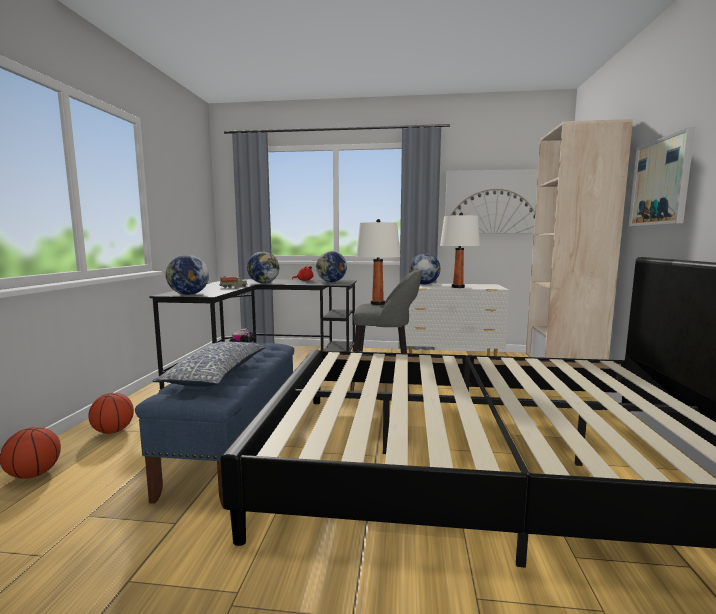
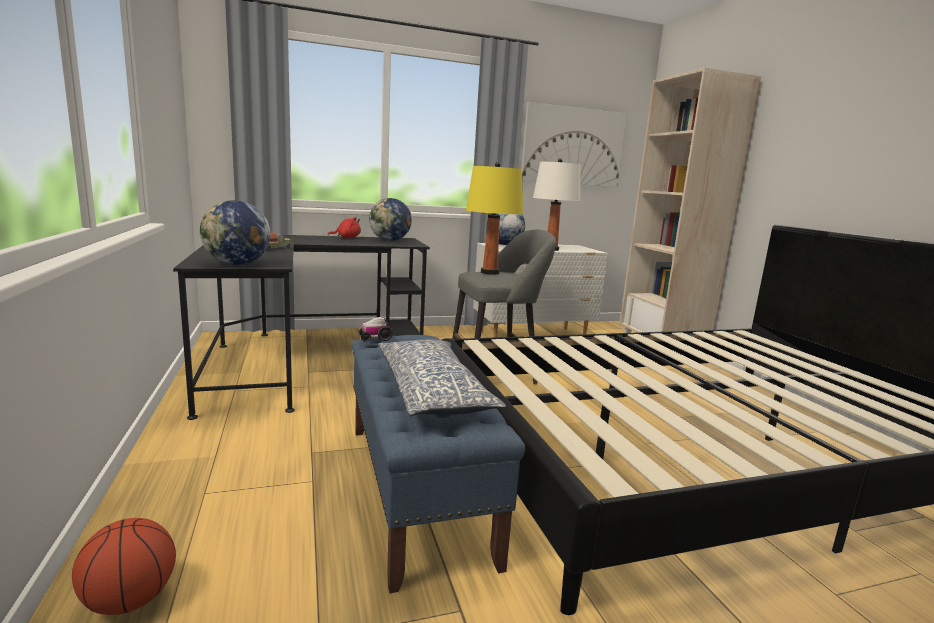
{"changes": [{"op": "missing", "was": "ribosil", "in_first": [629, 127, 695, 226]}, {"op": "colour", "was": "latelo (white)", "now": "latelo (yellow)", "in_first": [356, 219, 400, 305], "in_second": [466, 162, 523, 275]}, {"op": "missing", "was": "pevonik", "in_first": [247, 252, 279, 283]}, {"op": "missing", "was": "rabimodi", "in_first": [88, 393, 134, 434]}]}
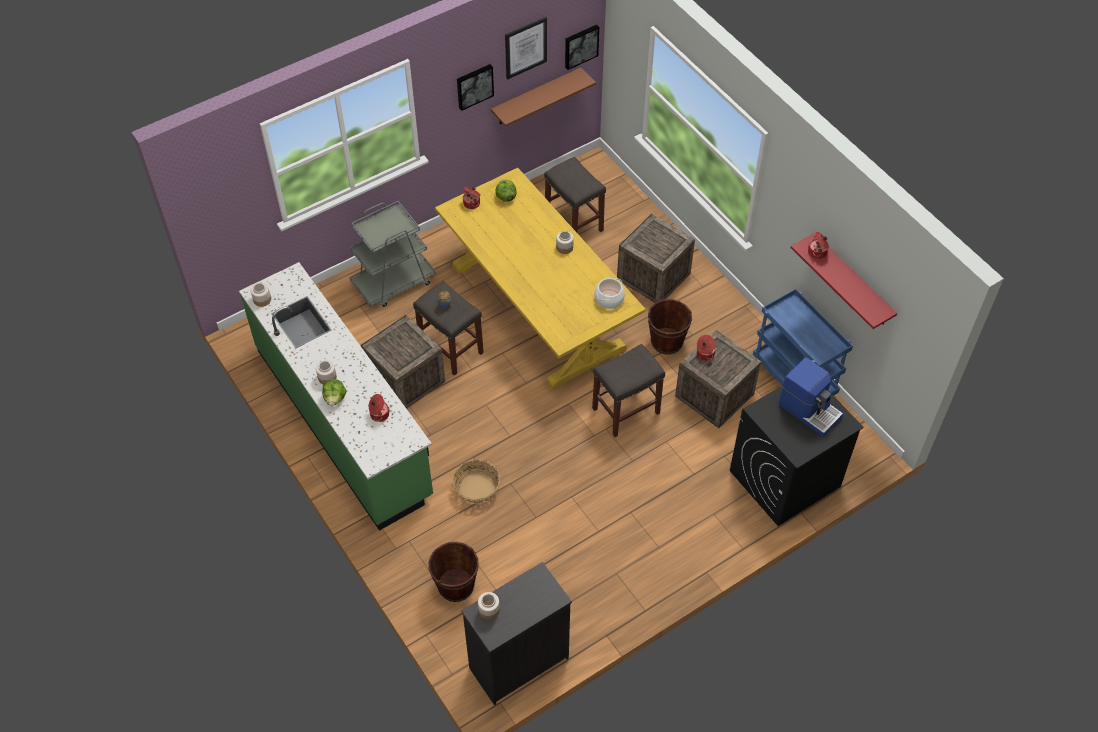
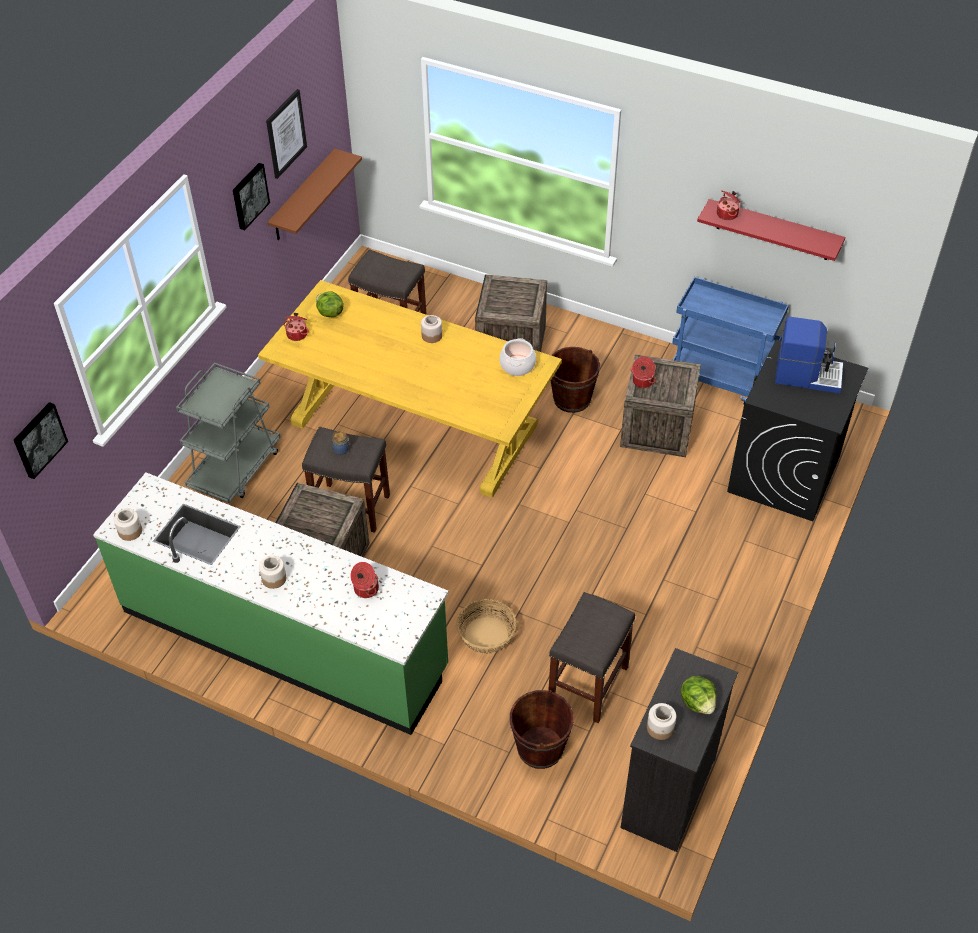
{"changes": [{"op": "relocated", "was": "ribosil", "in_first": [565, 25, 599, 70], "in_second": [14, 402, 68, 479]}, {"op": "relocated", "was": "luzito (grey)", "in_first": [592, 344, 665, 437], "in_second": [548, 592, 635, 723]}, {"op": "relocated", "was": "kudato", "in_first": [322, 379, 346, 406], "in_second": [681, 676, 717, 714]}]}
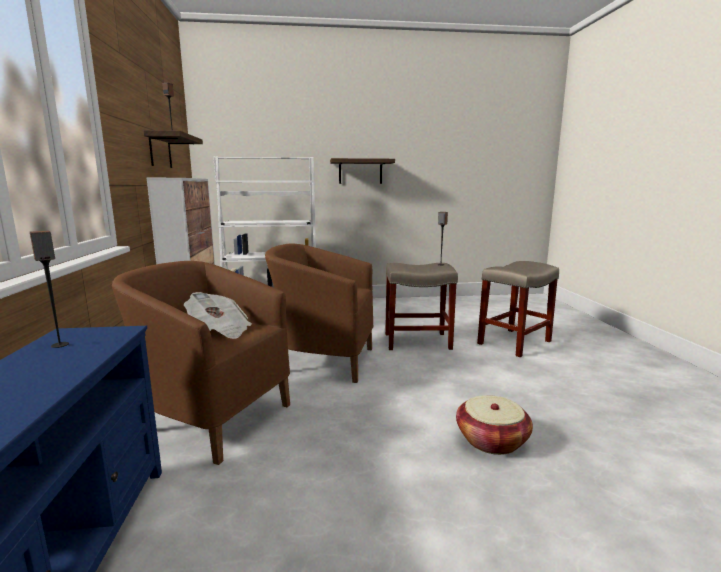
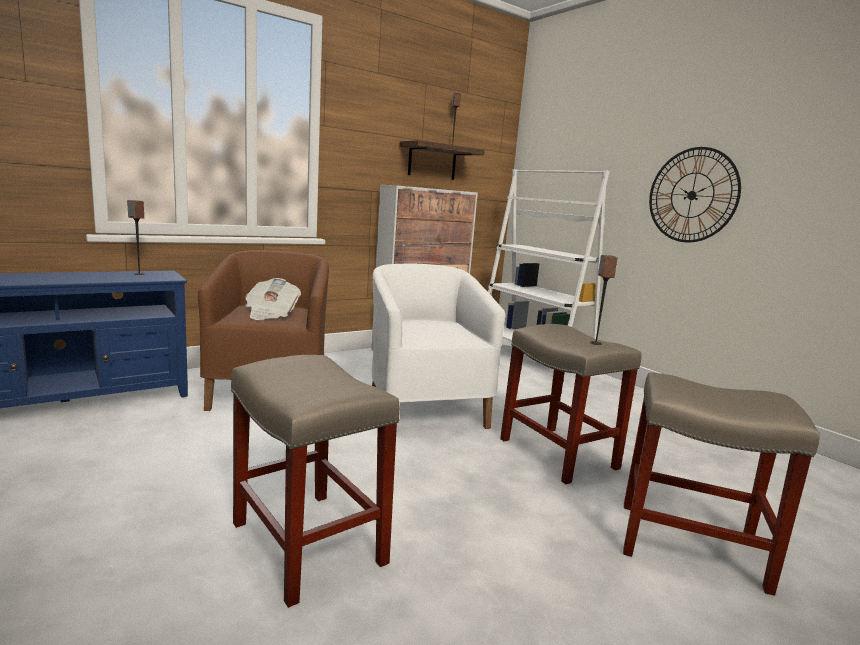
{"changes": [{"op": "exchanged", "was": "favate", "now": "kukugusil", "in_first": [330, 158, 395, 184], "in_second": [649, 147, 741, 242]}, {"op": "colour", "was": "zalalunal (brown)", "now": "zalalunal (white)", "in_first": [265, 243, 374, 383], "in_second": [371, 264, 505, 429]}, {"op": "exchanged", "was": "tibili", "now": "luzito (beige)", "in_first": [456, 395, 533, 455], "in_second": [231, 355, 400, 608]}]}
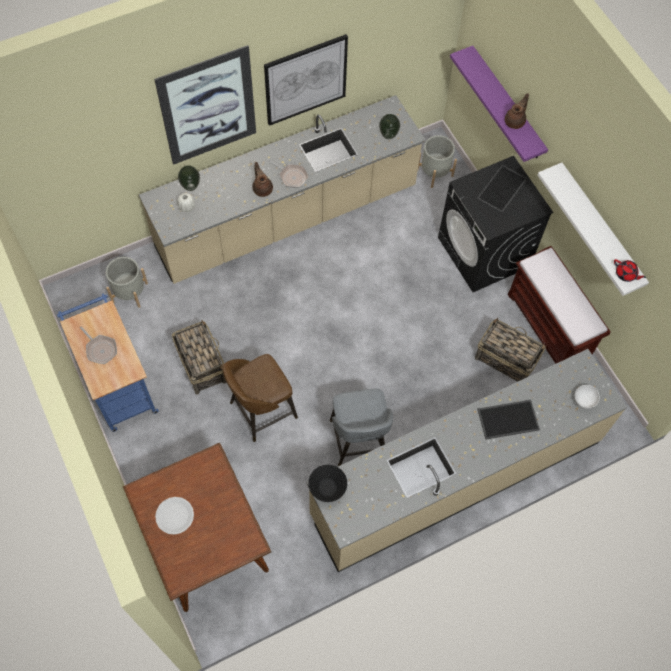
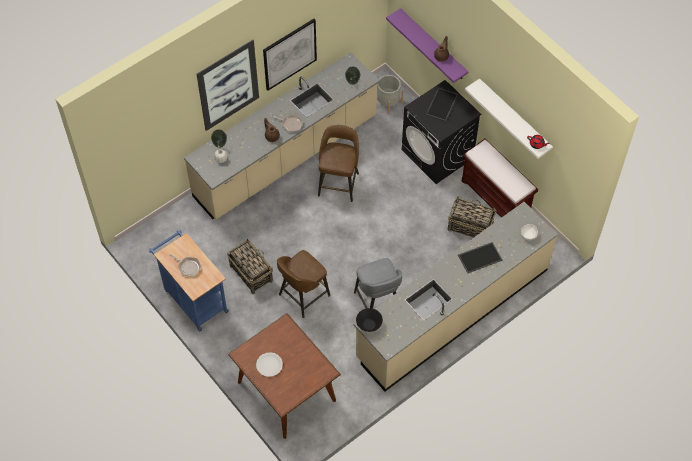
{"changes": [{"op": "missing", "was": "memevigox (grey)", "in_first": [106, 257, 148, 308]}, {"op": "appeared", "now": "luzito (brown)", "in_second": [318, 125, 359, 202]}]}
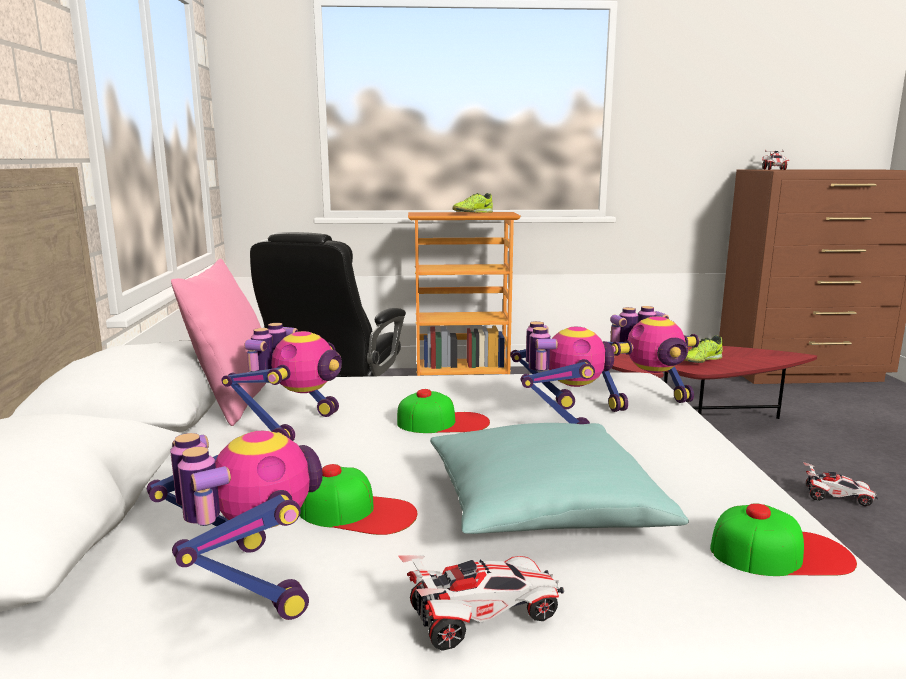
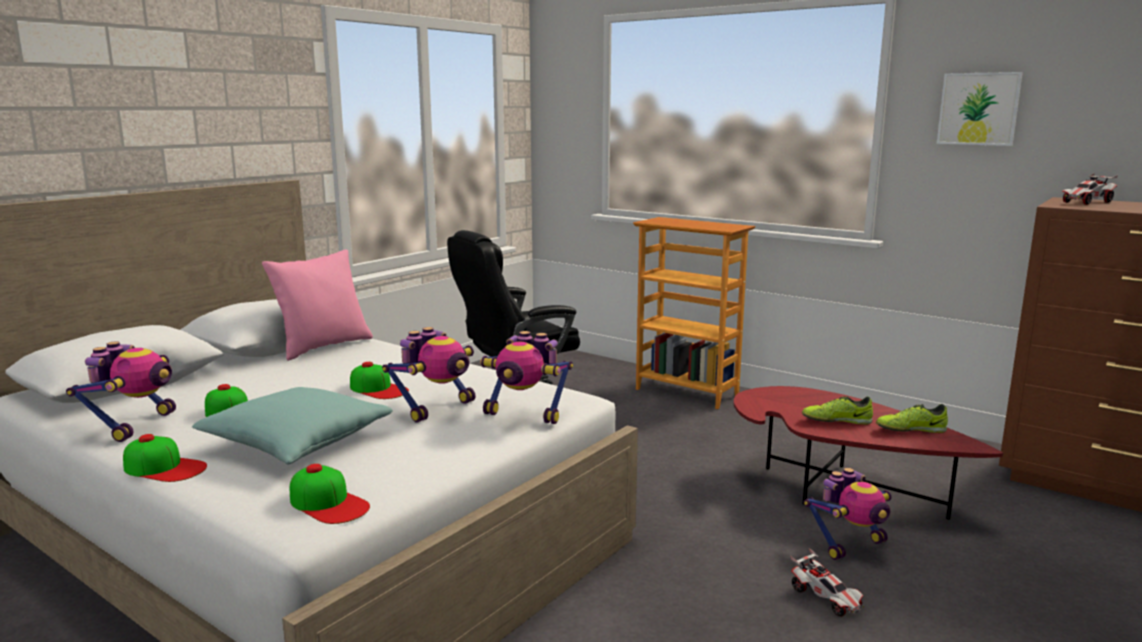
{"changes": [{"op": "relocated", "was": "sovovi", "in_first": [452, 193, 493, 213], "in_second": [876, 404, 948, 433]}, {"op": "relocated", "was": "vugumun", "in_first": [222, 323, 342, 441], "in_second": [804, 468, 891, 560]}, {"op": "exchanged", "was": "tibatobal", "now": "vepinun", "in_first": [398, 555, 564, 651], "in_second": [123, 434, 207, 482]}, {"op": "appeared", "now": "ribosil", "in_second": [937, 72, 1023, 146]}]}
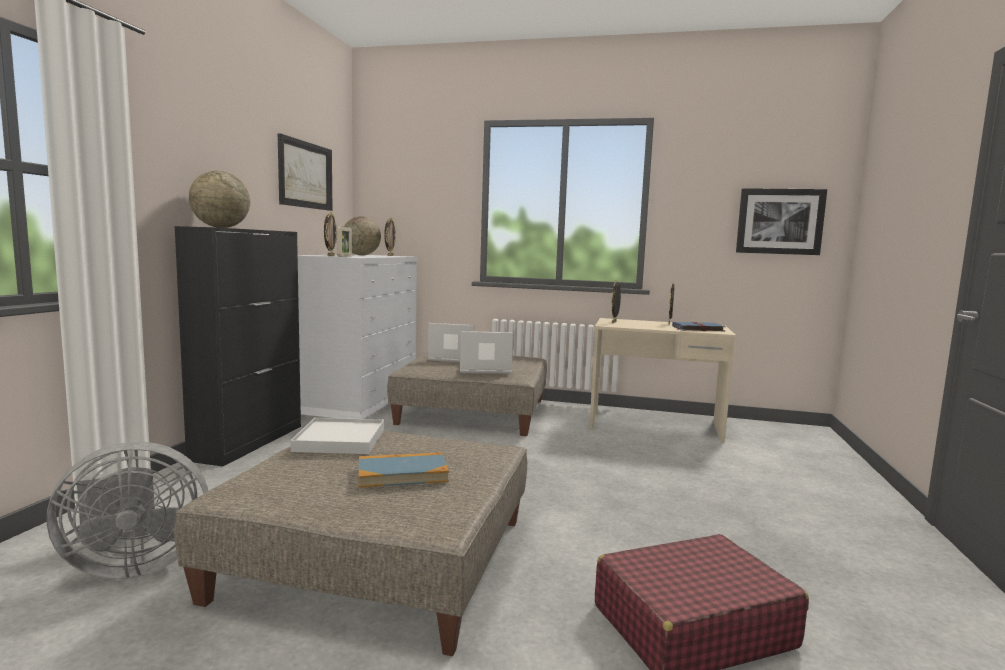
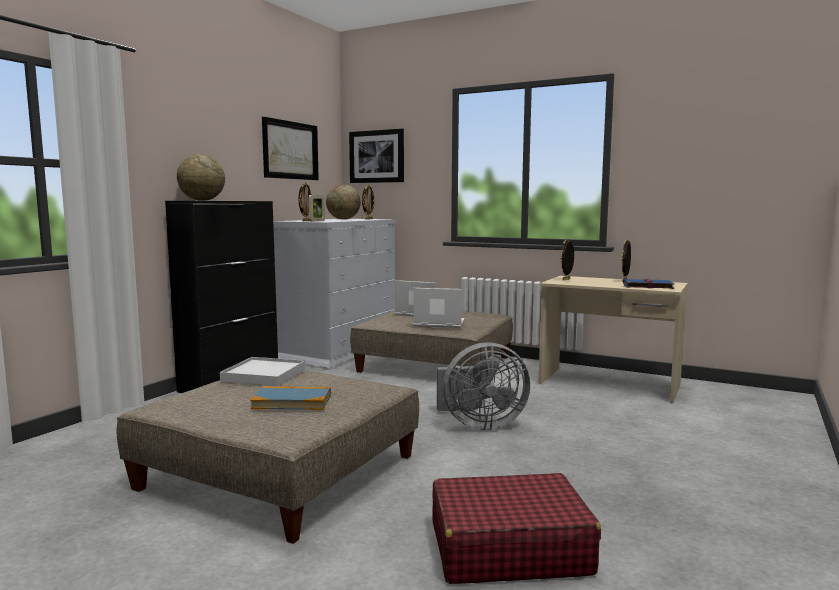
{"changes": [{"op": "relocated", "was": "ribosil", "in_first": [736, 188, 827, 255], "in_second": [349, 129, 404, 183]}, {"op": "relocated", "was": "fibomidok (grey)", "in_first": [47, 442, 208, 579], "in_second": [437, 342, 530, 430]}]}
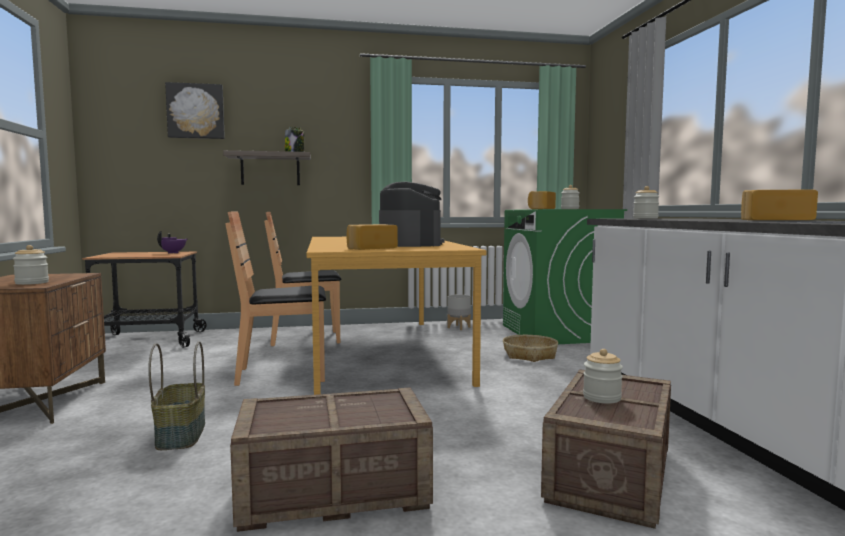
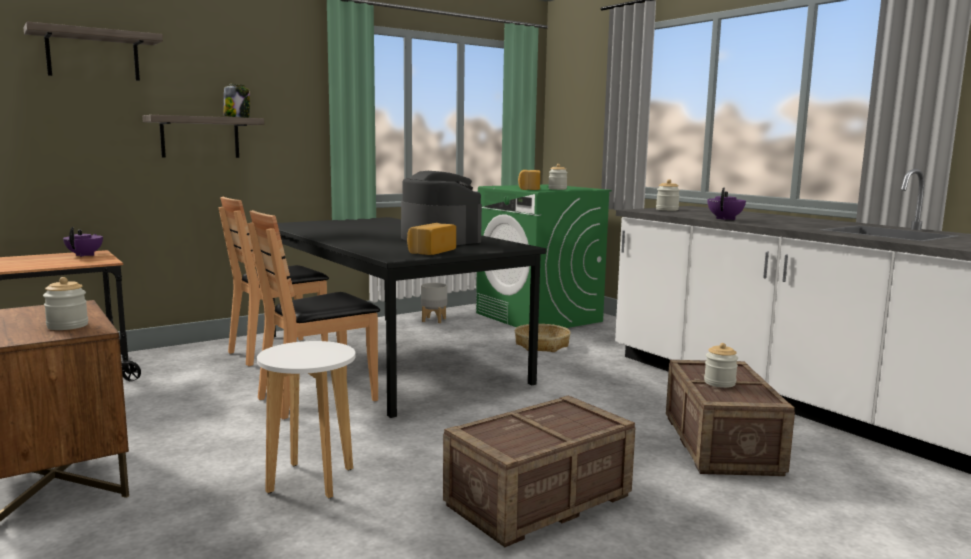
{"changes": [{"op": "exchanged", "was": "ribosil", "now": "favate", "in_first": [165, 82, 225, 139], "in_second": [23, 21, 163, 81]}, {"op": "missing", "was": "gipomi", "in_first": [741, 189, 818, 220]}, {"op": "colour", "was": "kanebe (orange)", "now": "kanebe (black)", "in_first": [307, 237, 486, 395], "in_second": [273, 217, 546, 418]}, {"op": "exchanged", "was": "tibili", "now": "luzito (white)", "in_first": [148, 341, 205, 450], "in_second": [257, 341, 356, 499]}, {"op": "appeared", "now": "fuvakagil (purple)", "in_second": [707, 188, 746, 220]}]}
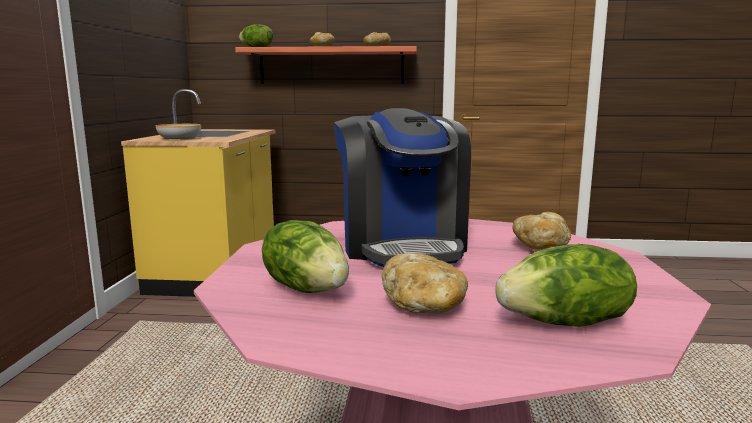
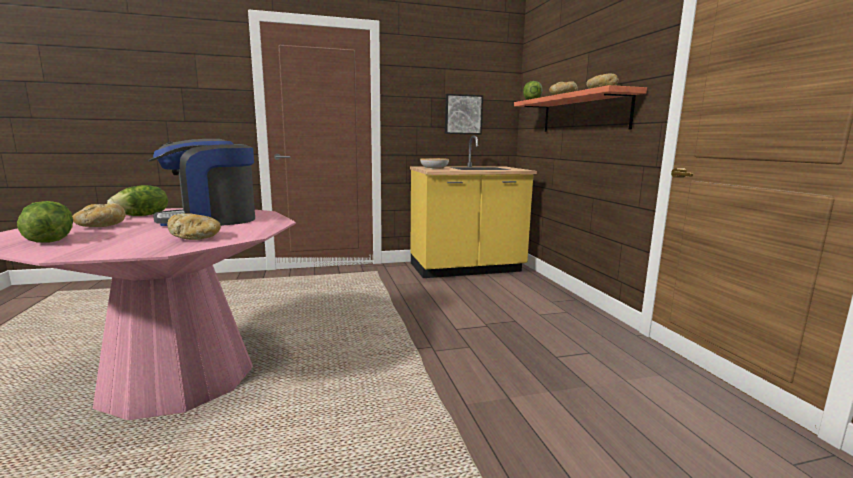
{"changes": [{"op": "appeared", "now": "ribosil", "in_second": [445, 94, 483, 134]}]}
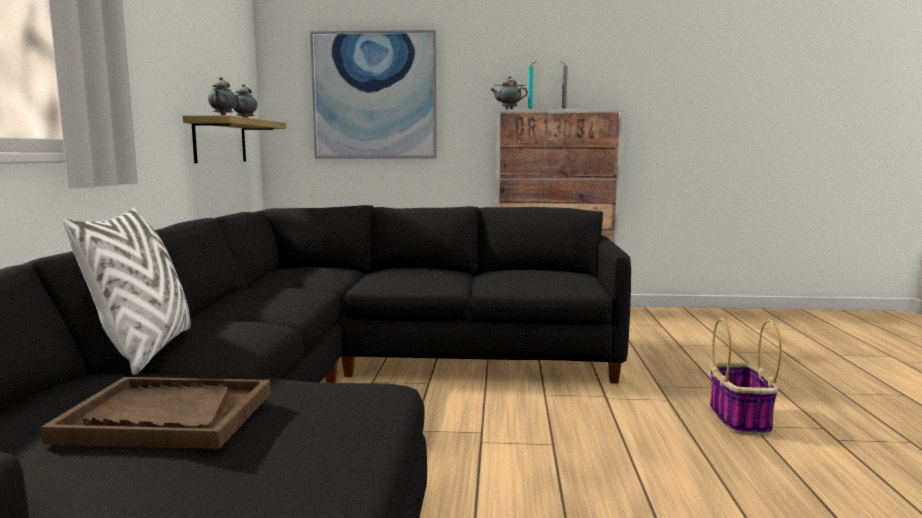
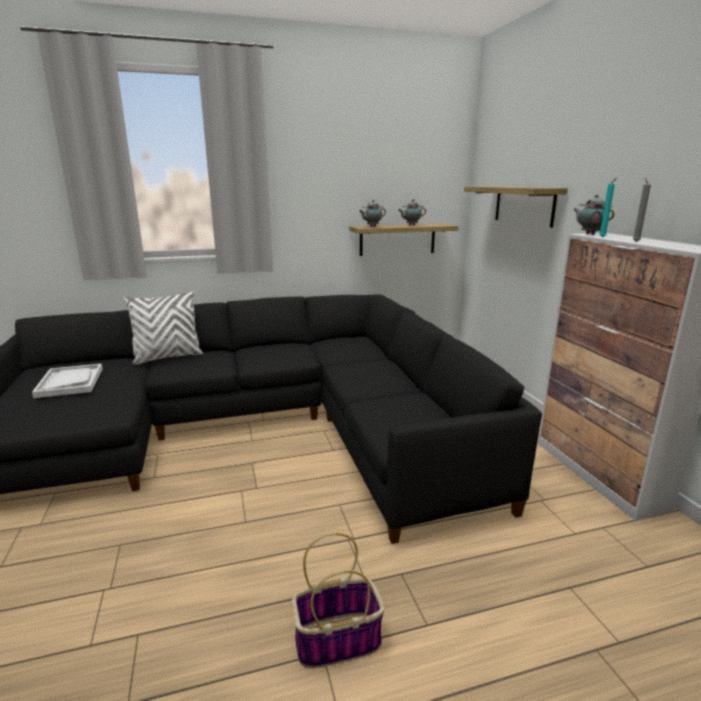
{"changes": [{"op": "exchanged", "was": "ribosil", "now": "favate", "in_first": [310, 30, 437, 159], "in_second": [464, 186, 568, 228]}, {"op": "colour", "was": "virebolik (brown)", "now": "virebolik (white)", "in_first": [40, 377, 271, 449], "in_second": [32, 364, 103, 398]}]}
